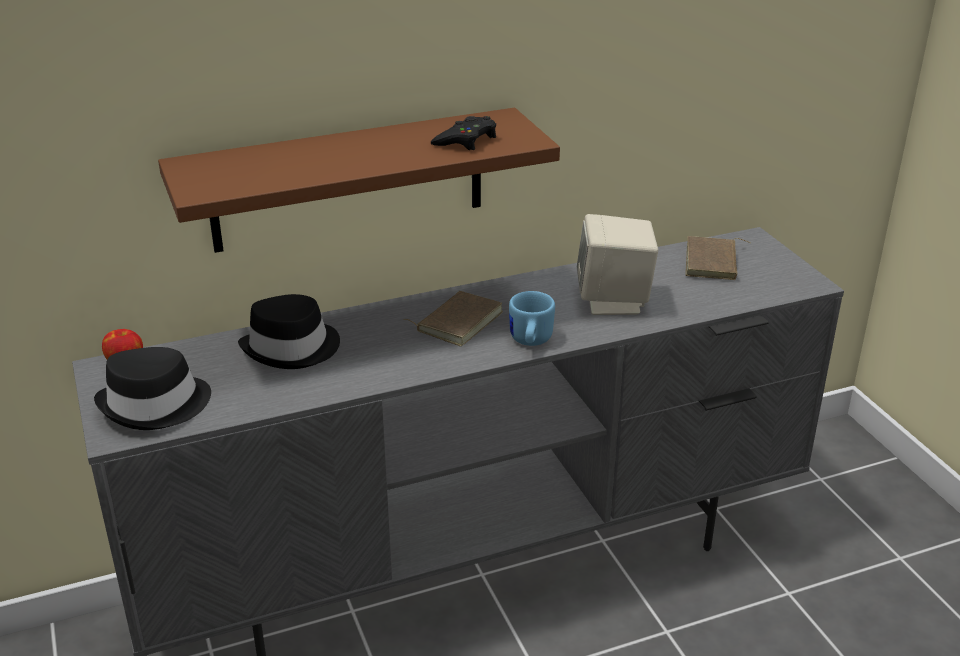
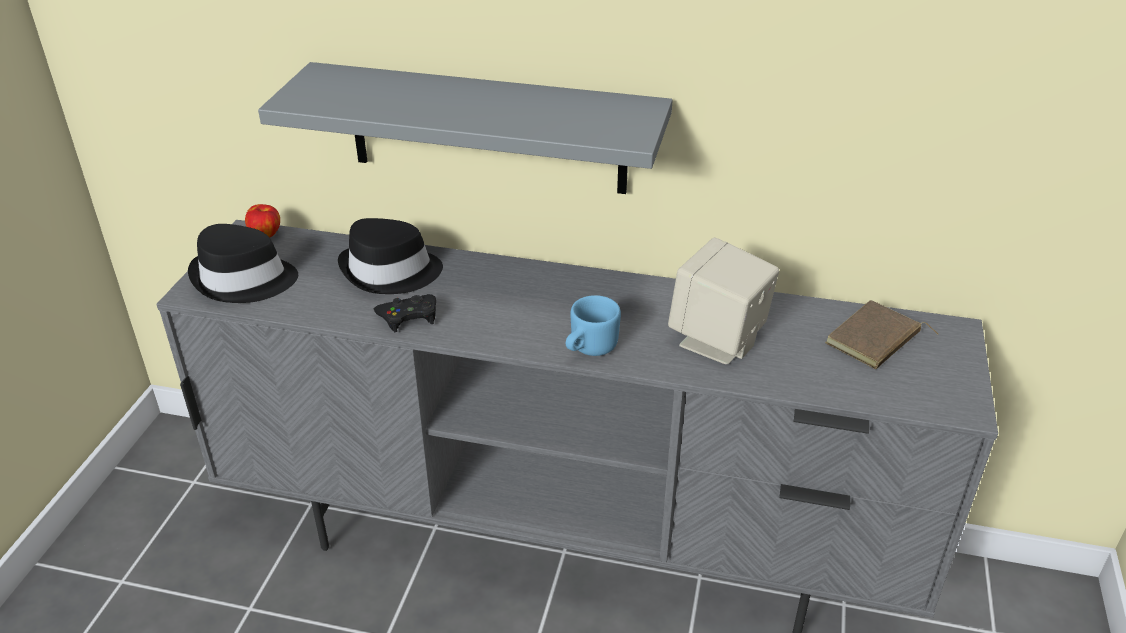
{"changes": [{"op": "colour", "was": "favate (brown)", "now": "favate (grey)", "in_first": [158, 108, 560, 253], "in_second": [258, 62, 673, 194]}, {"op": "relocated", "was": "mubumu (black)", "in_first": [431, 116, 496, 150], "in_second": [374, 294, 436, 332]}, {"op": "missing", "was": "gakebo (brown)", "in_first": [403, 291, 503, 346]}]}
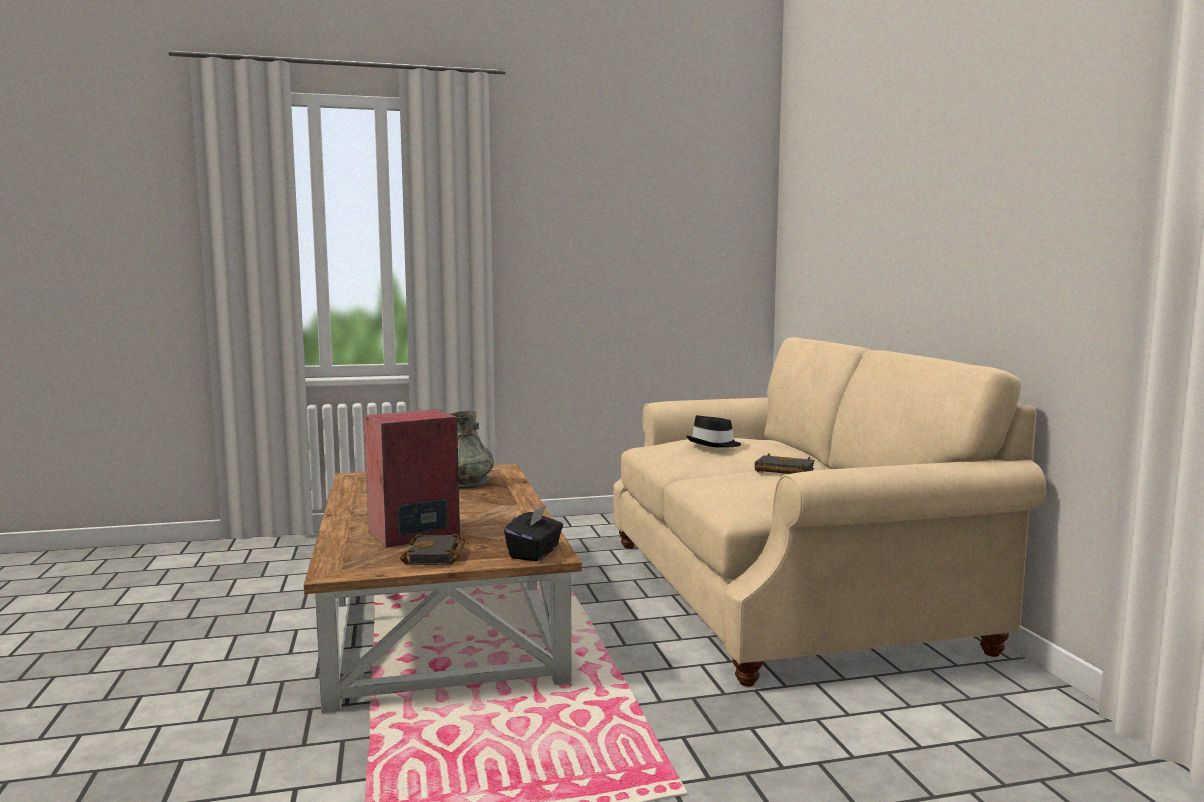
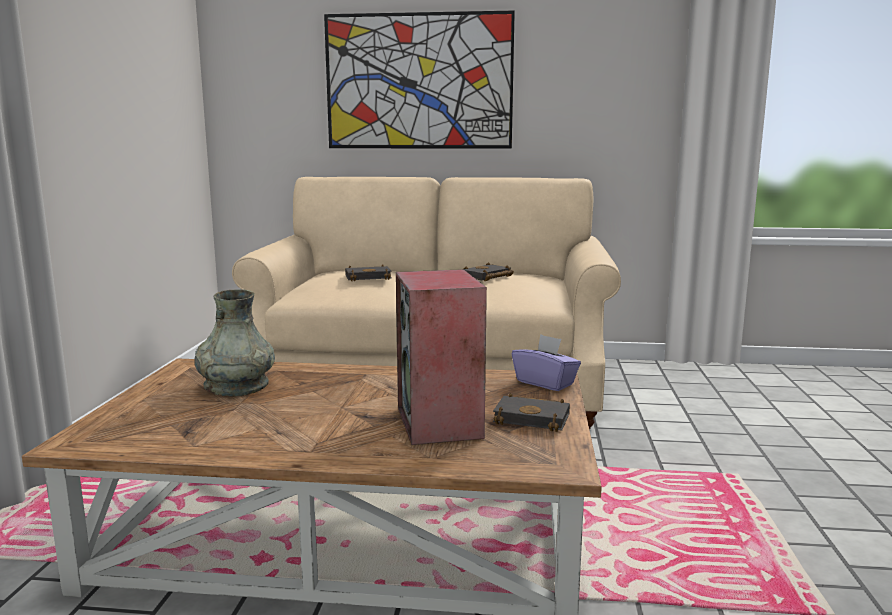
{"changes": [{"op": "exchanged", "was": "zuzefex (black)", "now": "gakebo (black)", "in_first": [687, 415, 741, 448], "in_second": [345, 264, 392, 281]}, {"op": "colour", "was": "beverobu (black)", "now": "beverobu (purple)", "in_first": [504, 505, 563, 561], "in_second": [512, 334, 581, 391]}, {"op": "appeared", "now": "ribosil", "in_second": [324, 10, 515, 149]}]}
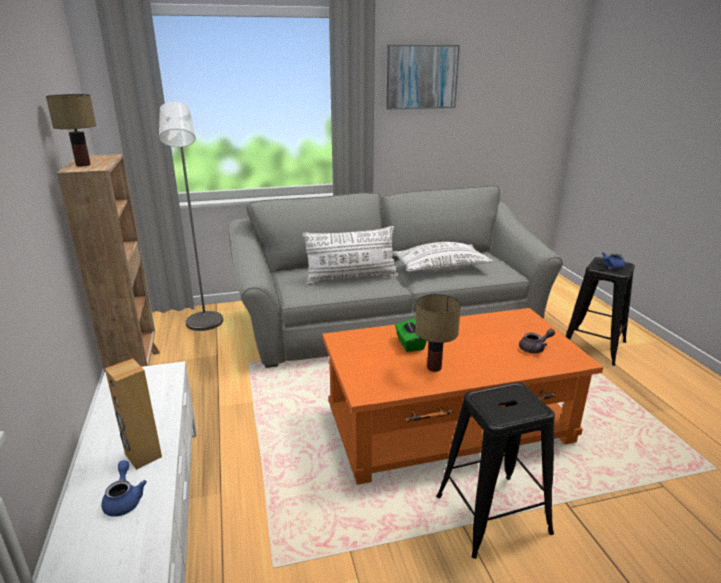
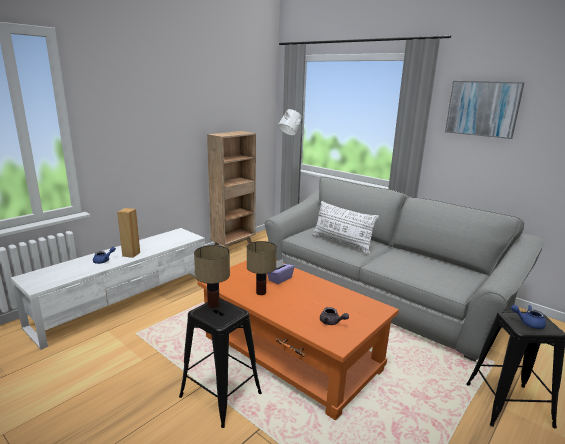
{"changes": [{"op": "relocated", "was": "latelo", "in_first": [46, 94, 96, 166], "in_second": [194, 245, 230, 308]}, {"op": "missing", "was": "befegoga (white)", "in_first": [393, 242, 494, 272]}, {"op": "colour", "was": "beverobu (green)", "now": "beverobu (purple)", "in_first": [395, 318, 427, 352], "in_second": [267, 259, 294, 284]}]}
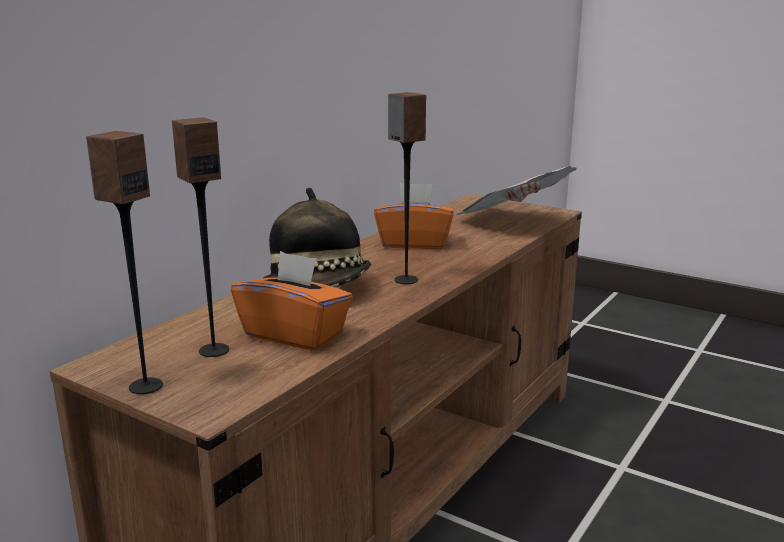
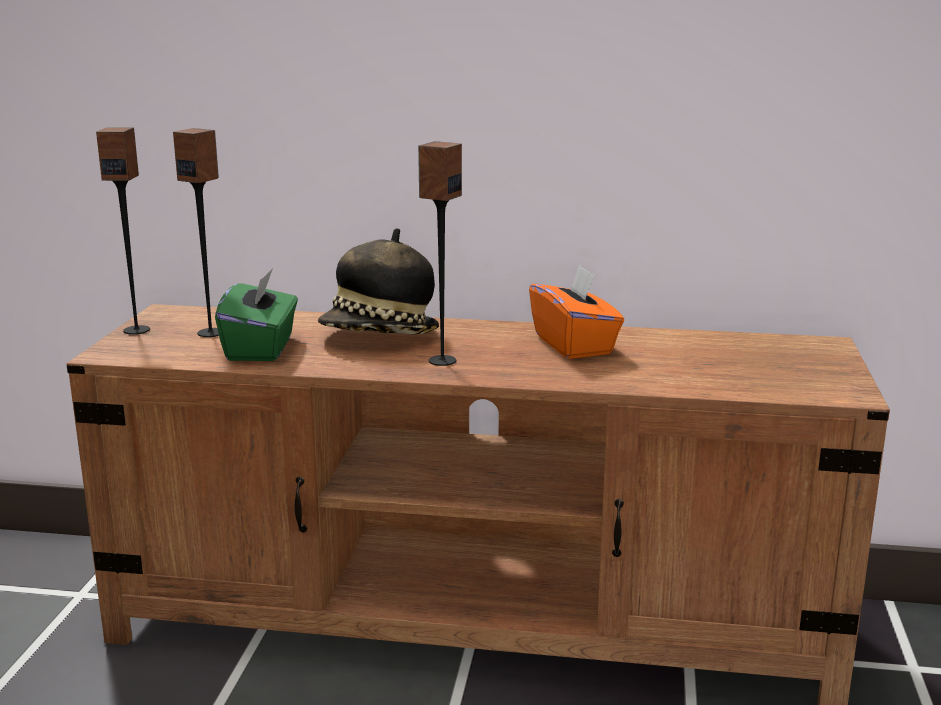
{"changes": [{"op": "missing", "was": "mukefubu", "in_first": [456, 166, 577, 215]}, {"op": "colour", "was": "beverobu (orange)", "now": "beverobu (green)", "in_first": [231, 251, 353, 351], "in_second": [215, 268, 298, 361]}]}
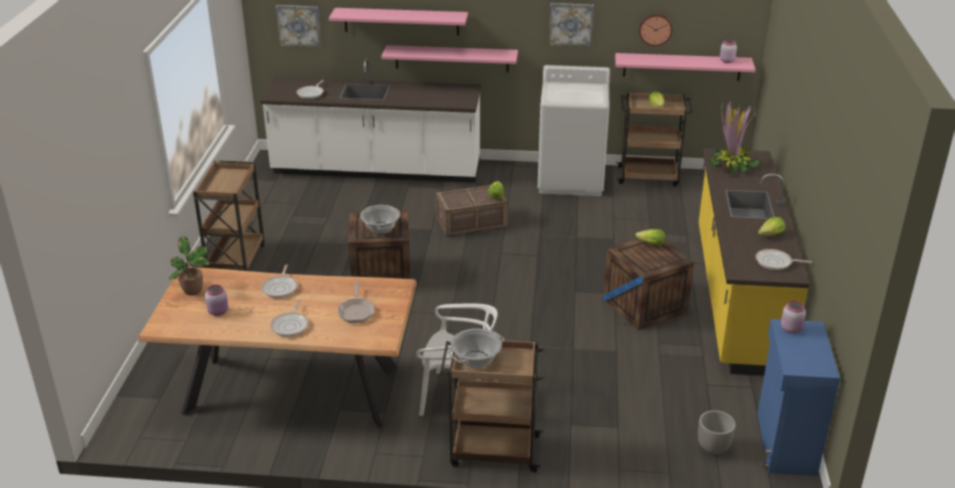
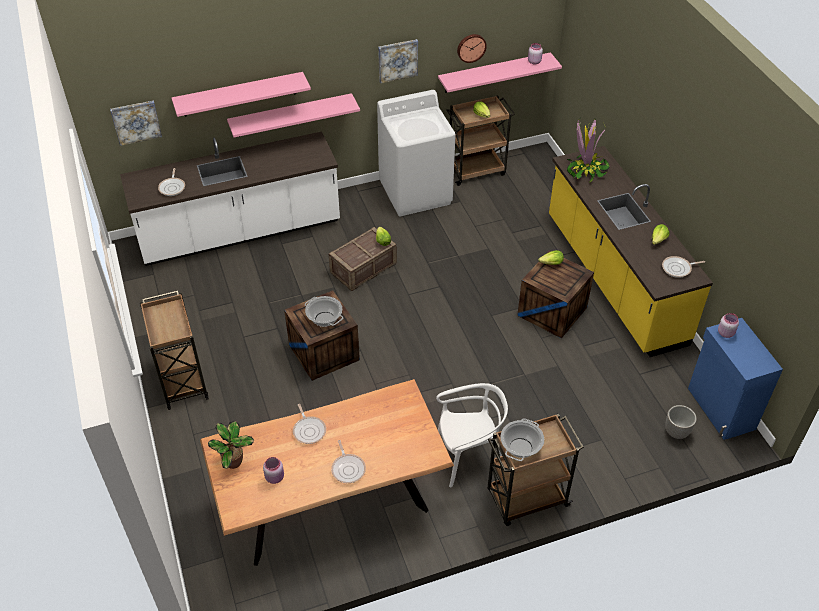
{"changes": [{"op": "missing", "was": "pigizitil", "in_first": [338, 282, 374, 323]}]}
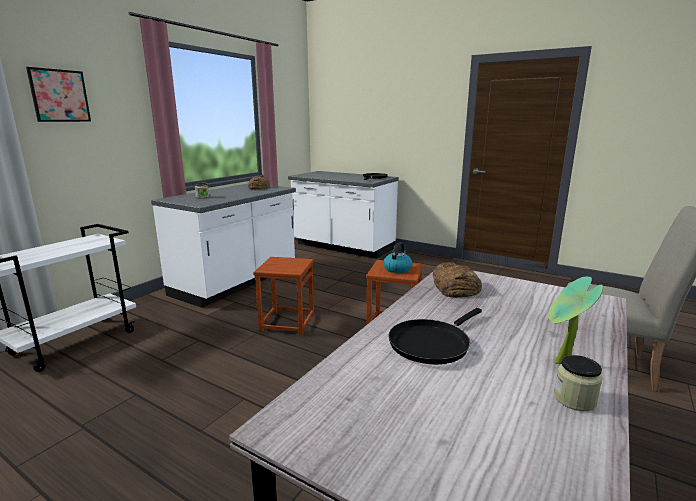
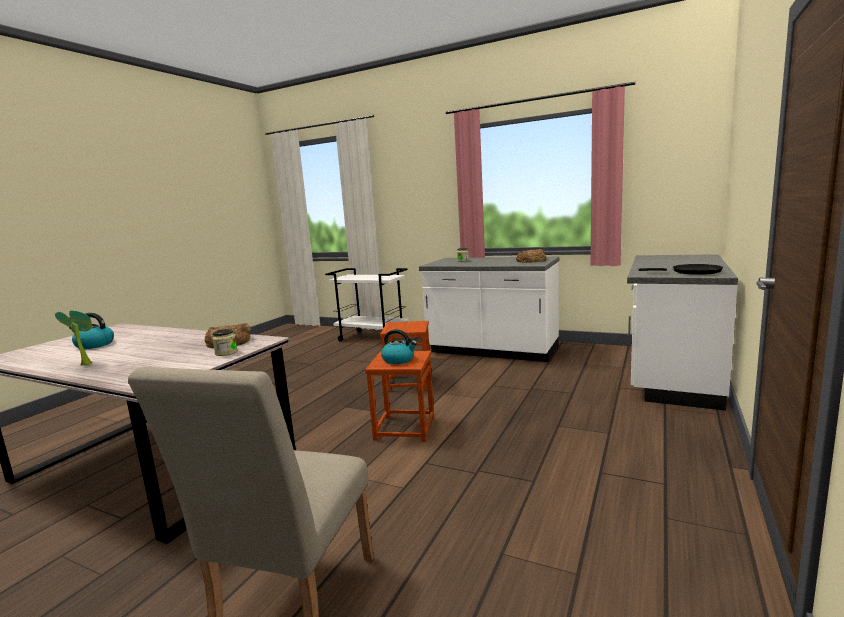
{"changes": [{"op": "missing", "was": "ribosil", "in_first": [26, 67, 91, 122]}, {"op": "missing", "was": "pigizitil (black)", "in_first": [388, 308, 482, 364]}, {"op": "relocated", "was": "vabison", "in_first": [554, 355, 603, 411], "in_second": [212, 329, 238, 356]}, {"op": "appeared", "now": "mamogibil", "in_second": [69, 313, 114, 349]}]}
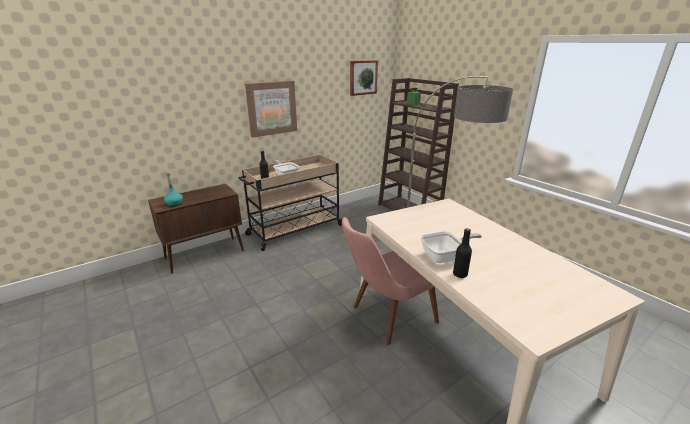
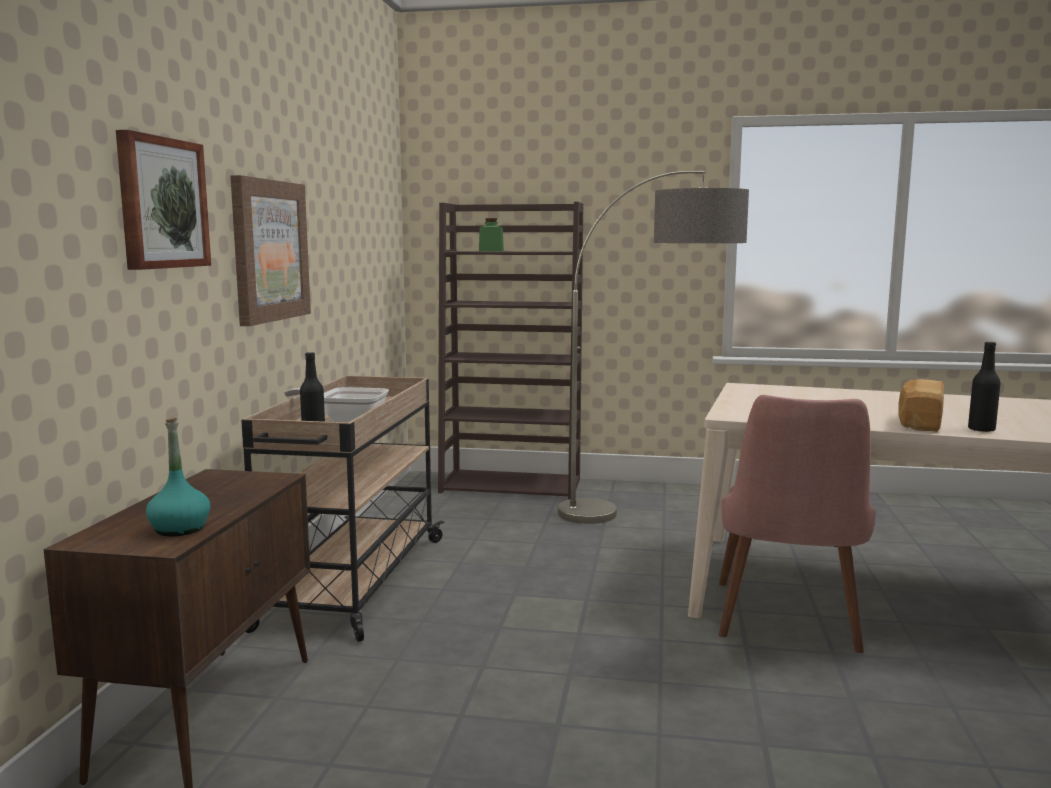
{"changes": [{"op": "relocated", "was": "ribosil", "in_first": [350, 60, 378, 96], "in_second": [116, 130, 211, 270]}, {"op": "exchanged", "was": "pigizitil", "now": "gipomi", "in_first": [420, 231, 482, 263], "in_second": [899, 379, 944, 432]}]}
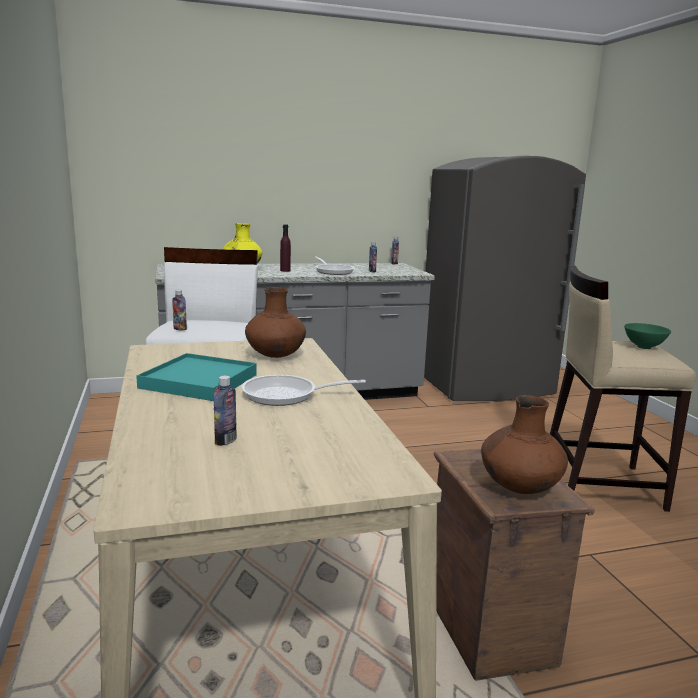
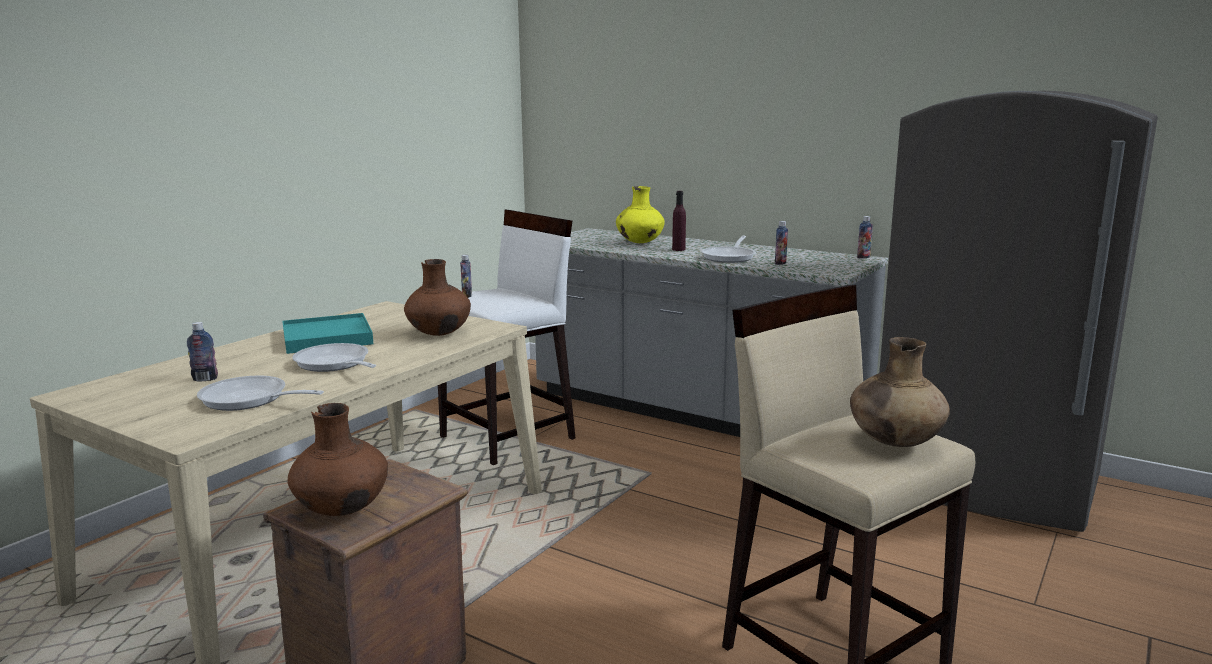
{"changes": [{"op": "exchanged", "was": "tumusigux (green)", "now": "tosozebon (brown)", "in_first": [624, 323, 671, 349], "in_second": [850, 337, 950, 447]}, {"op": "appeared", "now": "pigizitil", "in_second": [197, 376, 324, 411]}]}
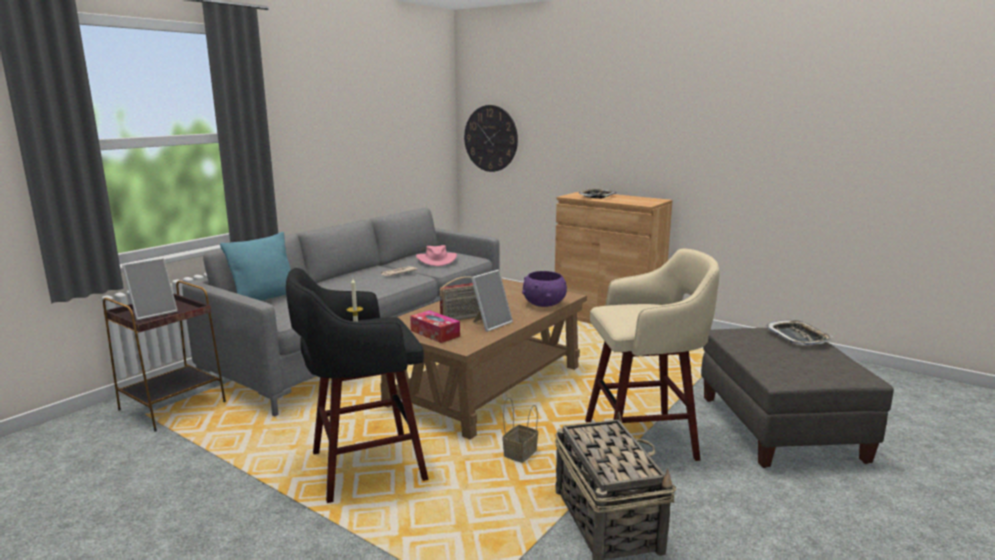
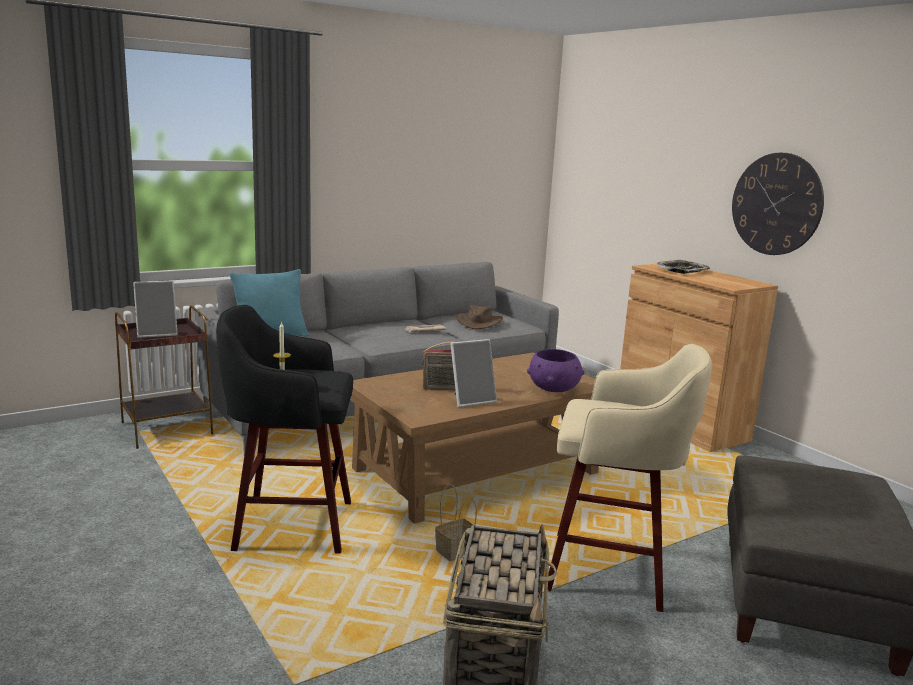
{"changes": [{"op": "relocated", "was": "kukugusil", "in_first": [464, 105, 518, 172], "in_second": [732, 153, 824, 255]}, {"op": "colour", "was": "zuzefex (pink)", "now": "zuzefex (brown)", "in_first": [416, 245, 457, 266], "in_second": [456, 305, 503, 329]}, {"op": "missing", "was": "beverobu", "in_first": [410, 310, 460, 343]}, {"op": "missing", "was": "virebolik", "in_first": [766, 320, 833, 345]}]}
